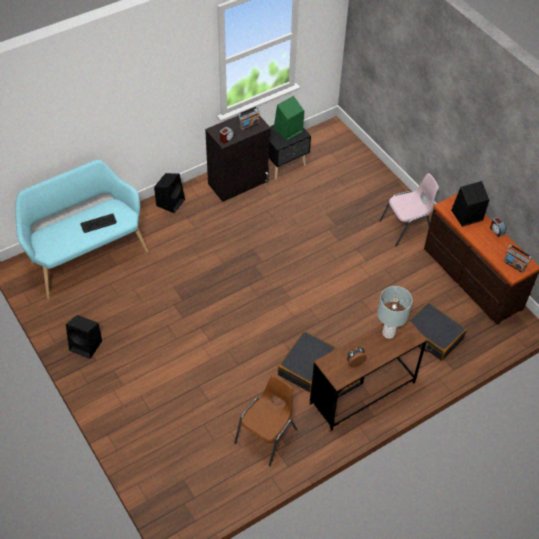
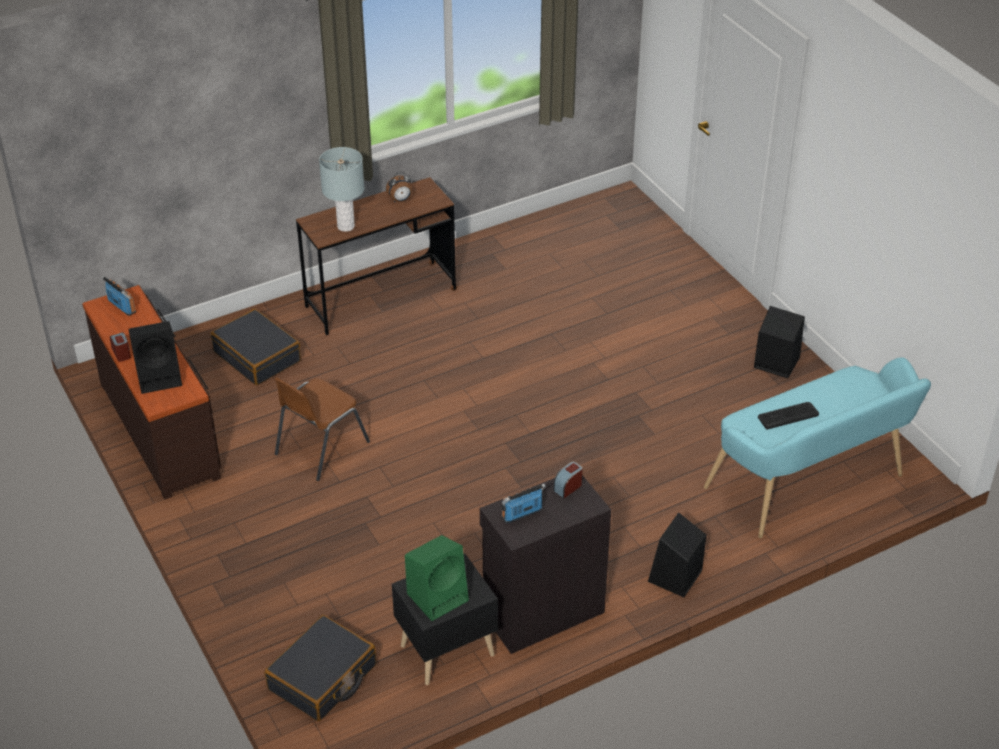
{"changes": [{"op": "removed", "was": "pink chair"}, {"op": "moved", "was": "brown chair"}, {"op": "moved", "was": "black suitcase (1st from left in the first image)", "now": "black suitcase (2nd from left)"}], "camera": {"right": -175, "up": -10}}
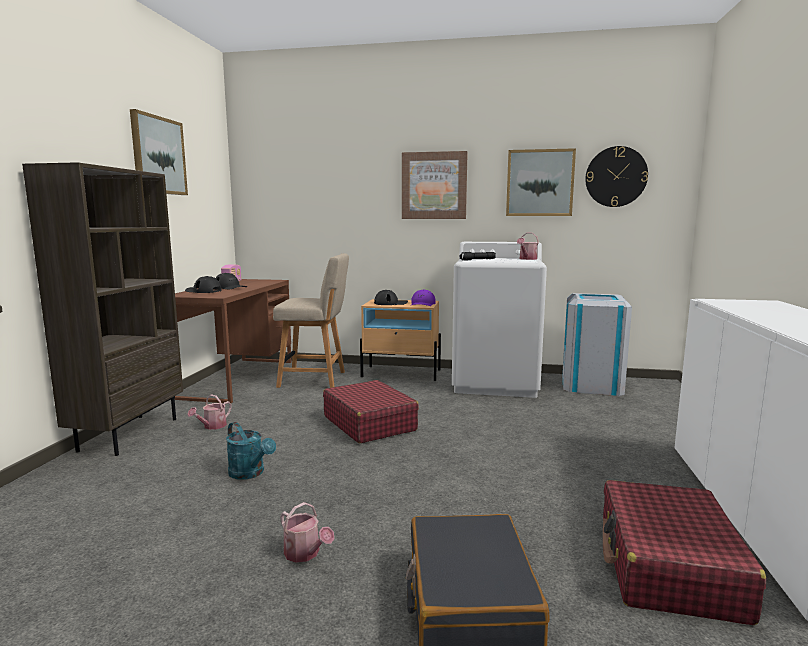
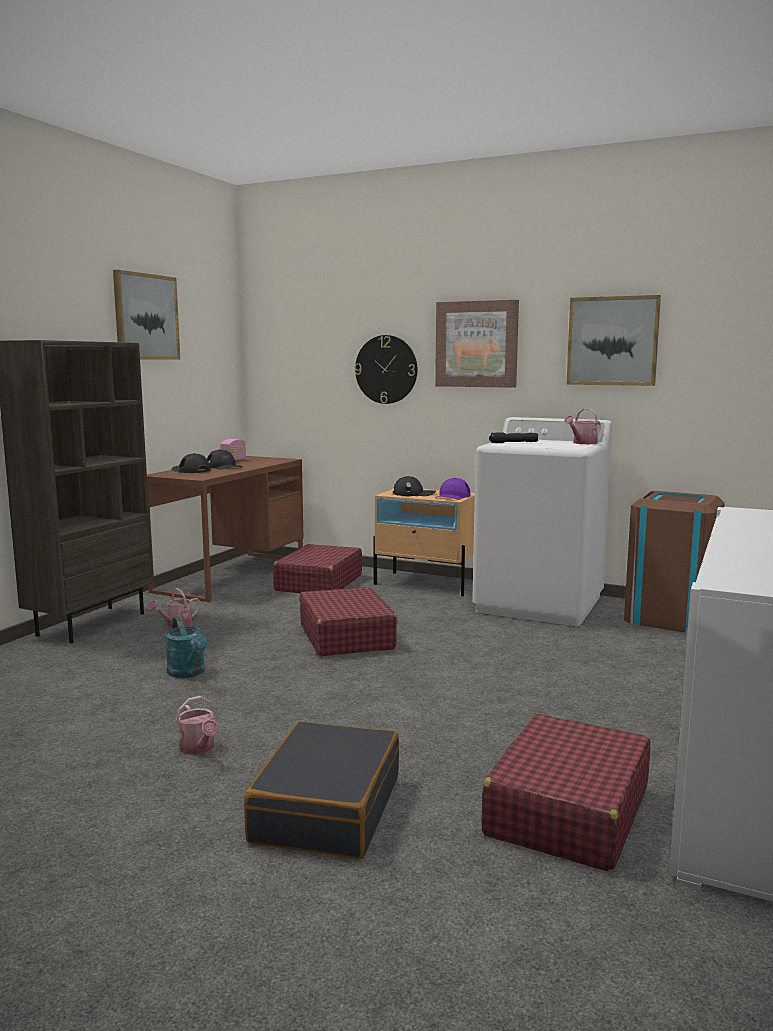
{"changes": [{"op": "moved", "was": "wall clock"}, {"op": "replaced", "was": "beige chair", "now": "red suitcase (1st from left)"}, {"op": "recoloured", "was": "grey trash can", "now": "brown trash can"}], "camera": {"right": 15, "up": 0}}
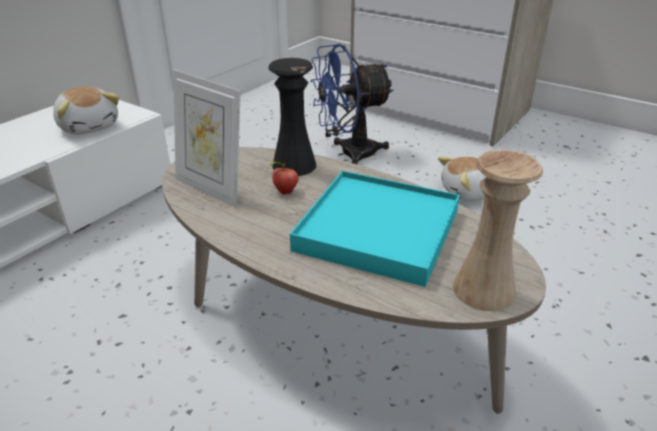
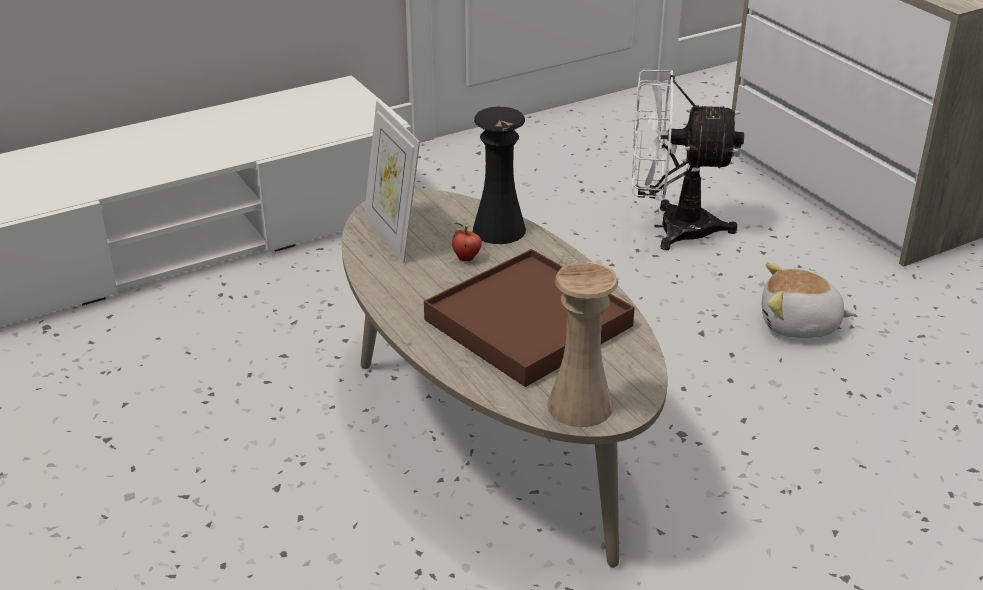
{"changes": [{"op": "removed", "was": "plush toy (1st from left)"}, {"op": "recoloured", "was": "turquoise tray", "now": "brown tray"}, {"op": "recoloured", "was": "blue fan", "now": "white fan"}], "camera": {"right": 25, "up": 0}}
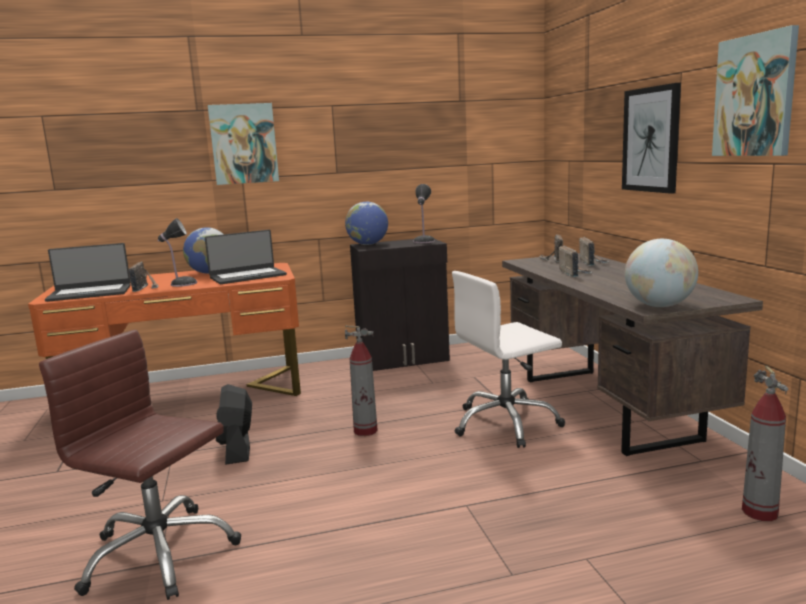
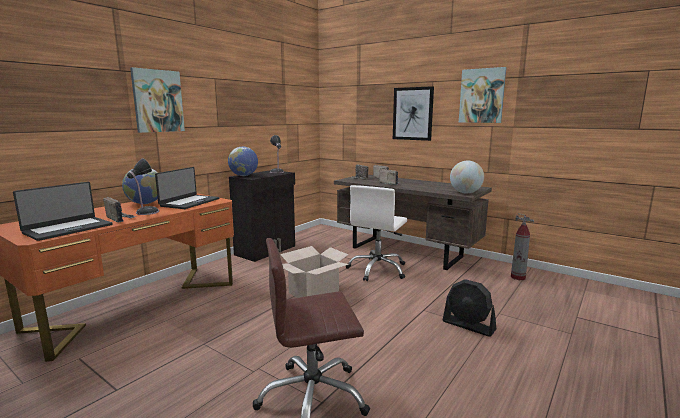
{"changes": [{"op": "moved", "was": "black fan"}, {"op": "replaced", "was": "fire extinguisher (1st from left)", "now": "cardboard box"}], "camera": {"right": -40, "up": 0}}
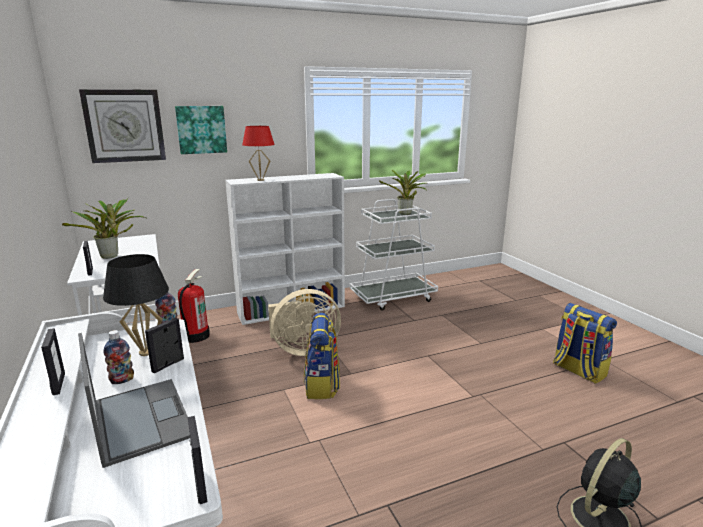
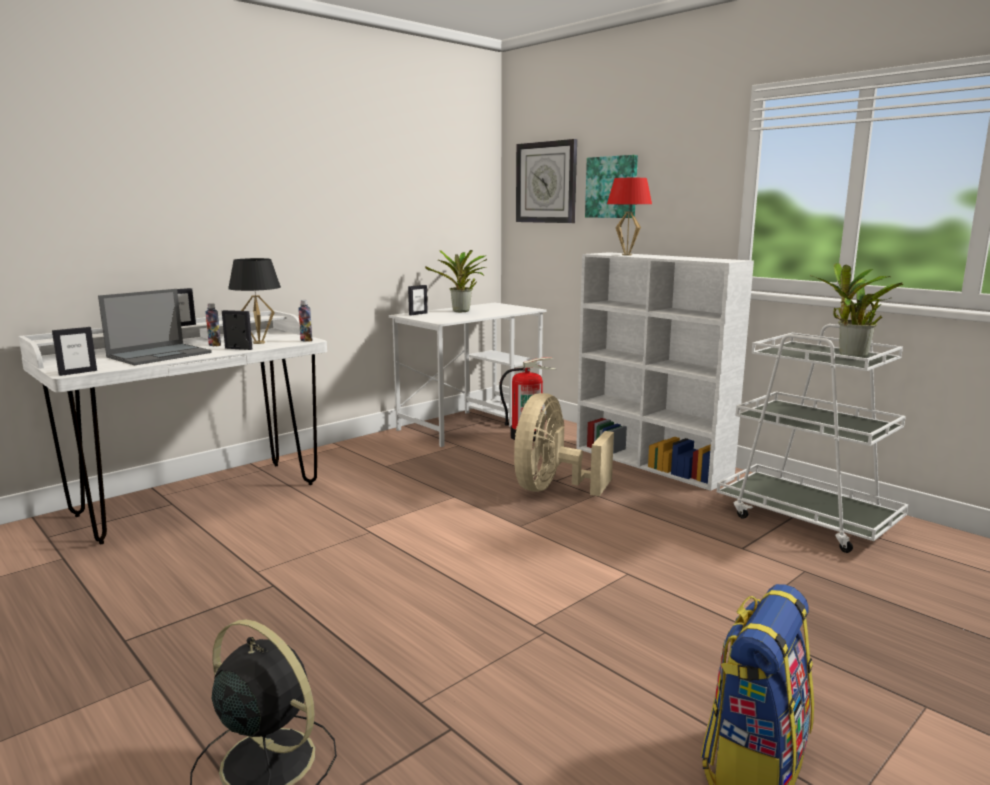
{"changes": [{"op": "removed", "was": "backpack (1st from left)"}, {"op": "turned", "was": "beige fan", "clockwise": 60}], "camera": {"right": 70, "up": -5}}
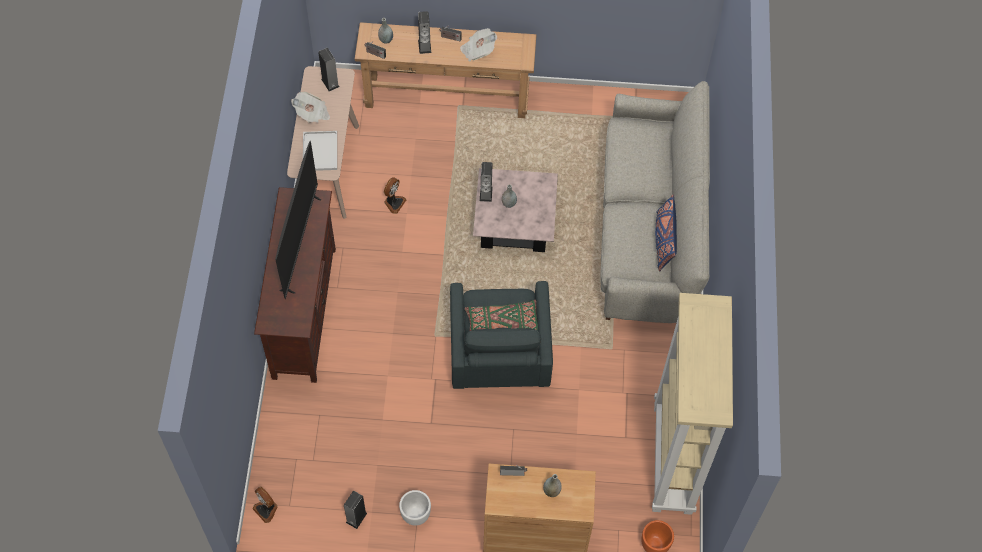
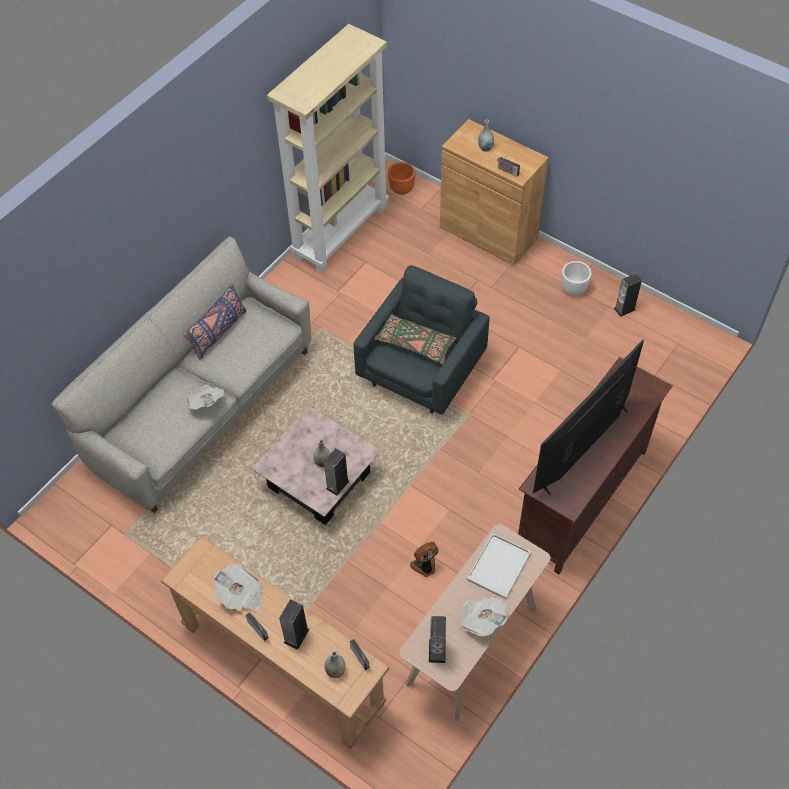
{"changes": [{"op": "removed", "was": "fan (1st from left)"}, {"op": "added", "now": "newspaper (1st from left)"}], "camera": {"right": -145, "up": -5}}
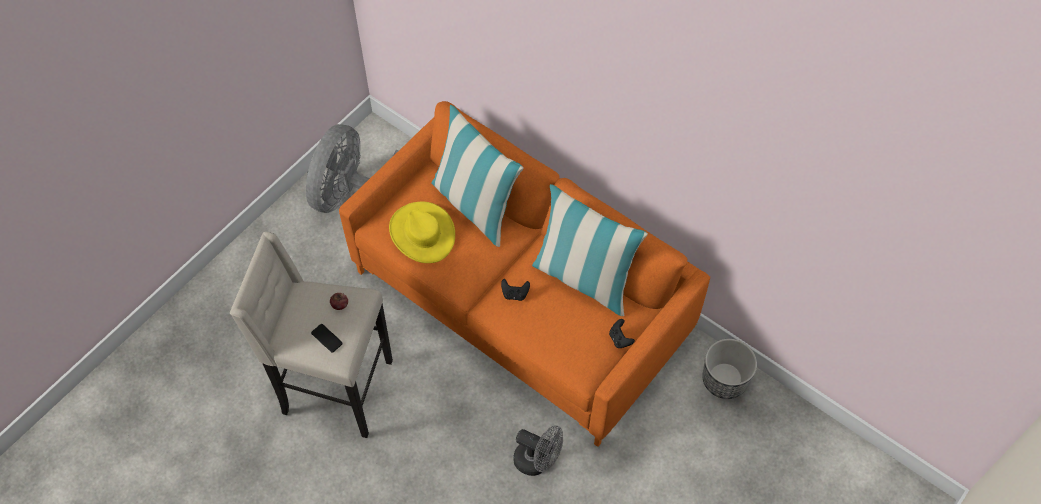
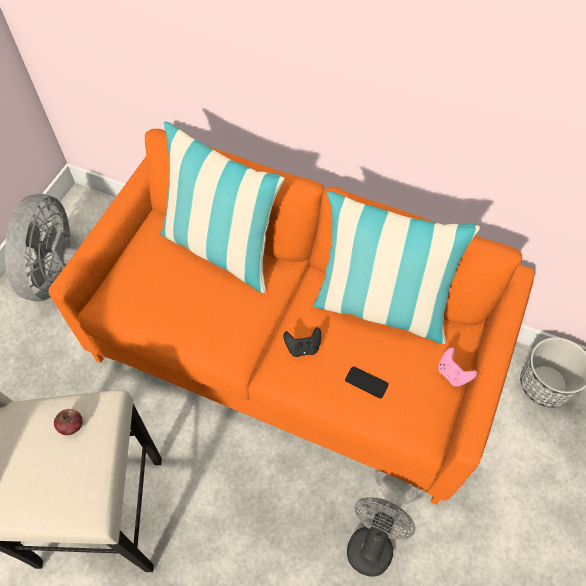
{"changes": [{"op": "removed", "was": "yellow hat"}, {"op": "moved", "was": "phone"}, {"op": "recoloured", "was": "black game controller (2nd from left)", "now": "pink game controller"}, {"op": "turned", "was": "grey fan (2nd from left)", "clockwise": -75}], "camera": {"right": -15, "up": 0}}
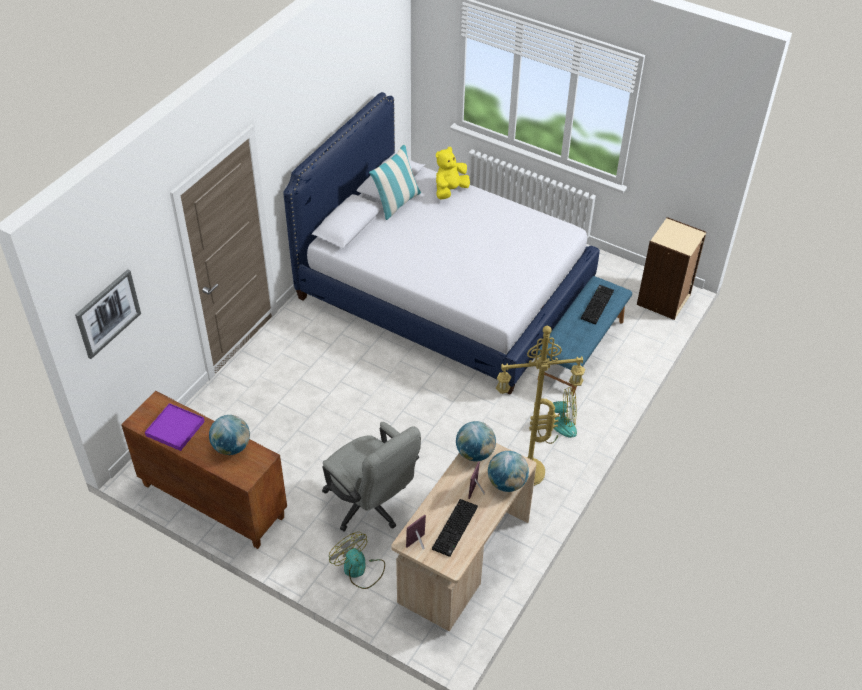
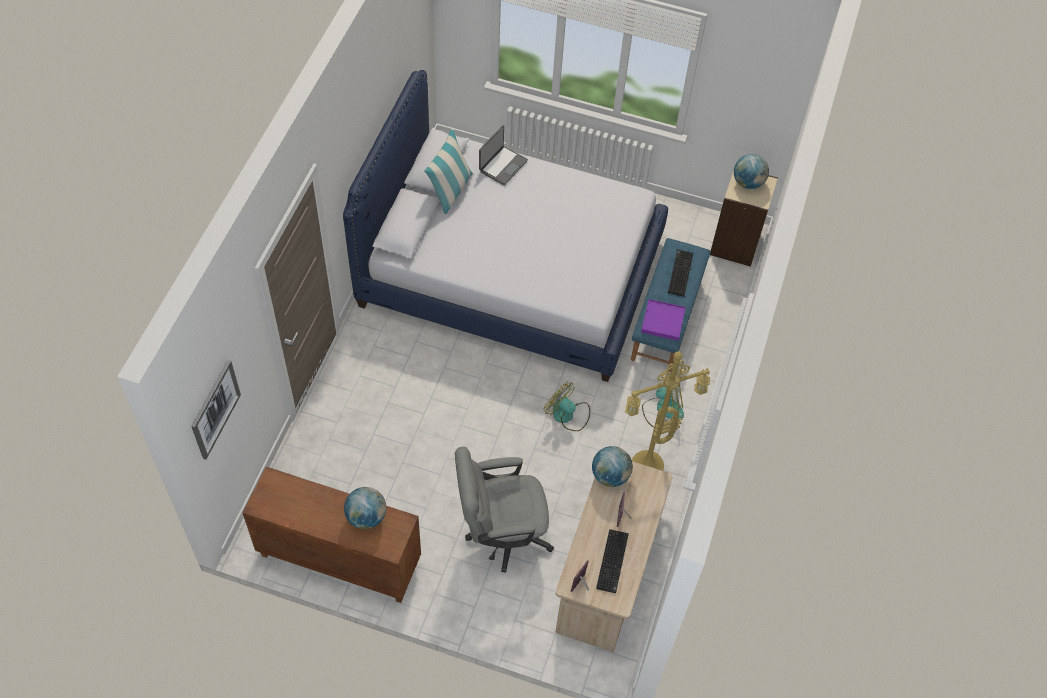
{"changes": [{"op": "moved", "was": "purple tray"}, {"op": "moved", "was": "fan (1st from left)"}, {"op": "moved", "was": "globe (3rd from left)"}, {"op": "replaced", "was": "yellow plush toy", "now": "laptop"}, {"op": "turned", "was": "grey office chair", "clockwise": 135}], "camera": {"right": -15, "up": 10}}
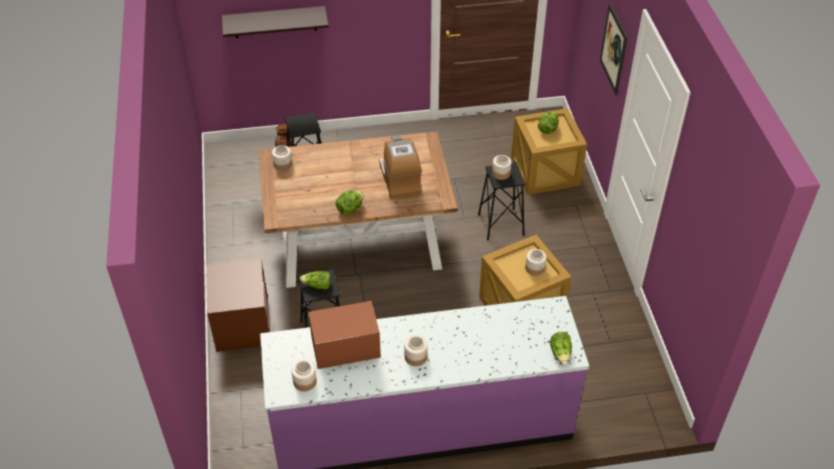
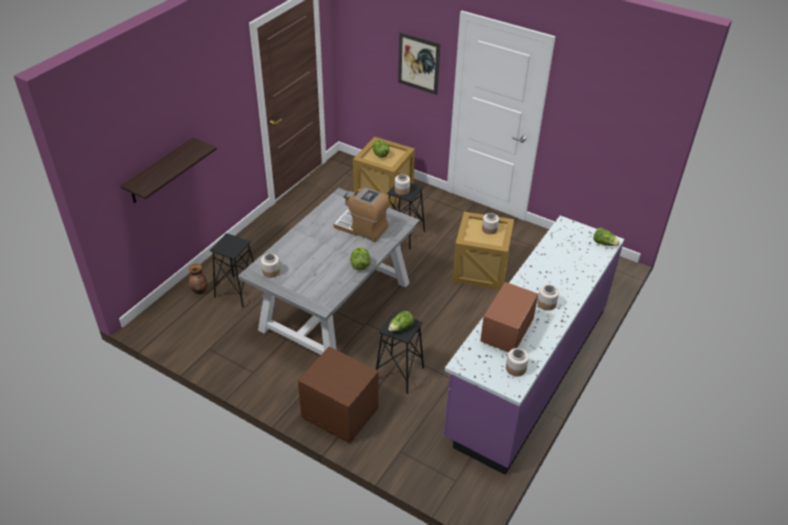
{"changes": [{"op": "recoloured", "was": "brown dining table", "now": "grey dining table"}], "camera": {"right": -50, "up": -5}}
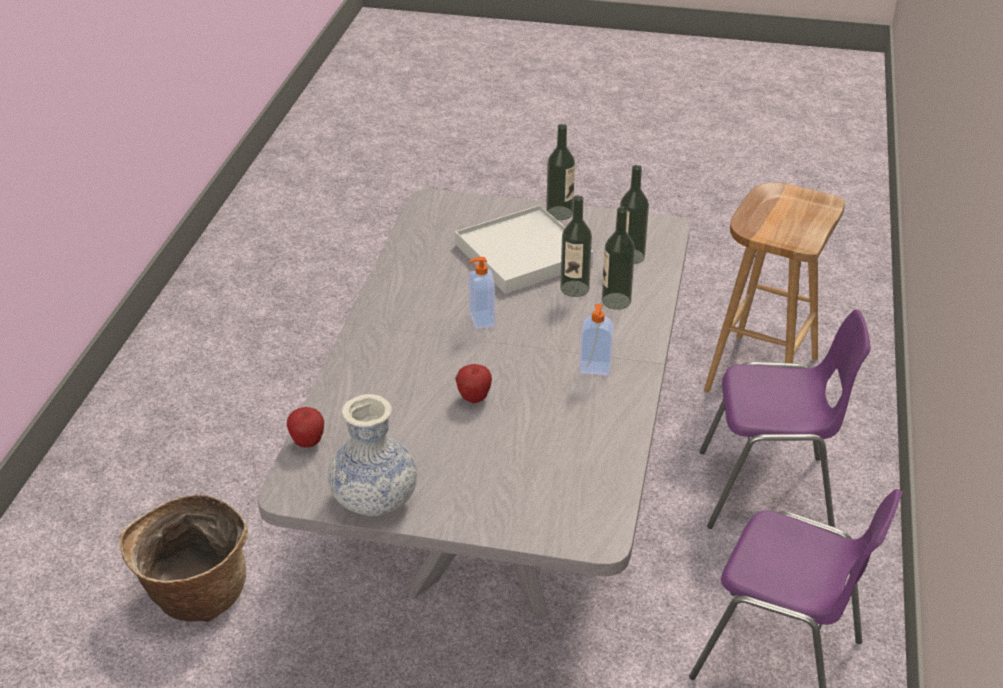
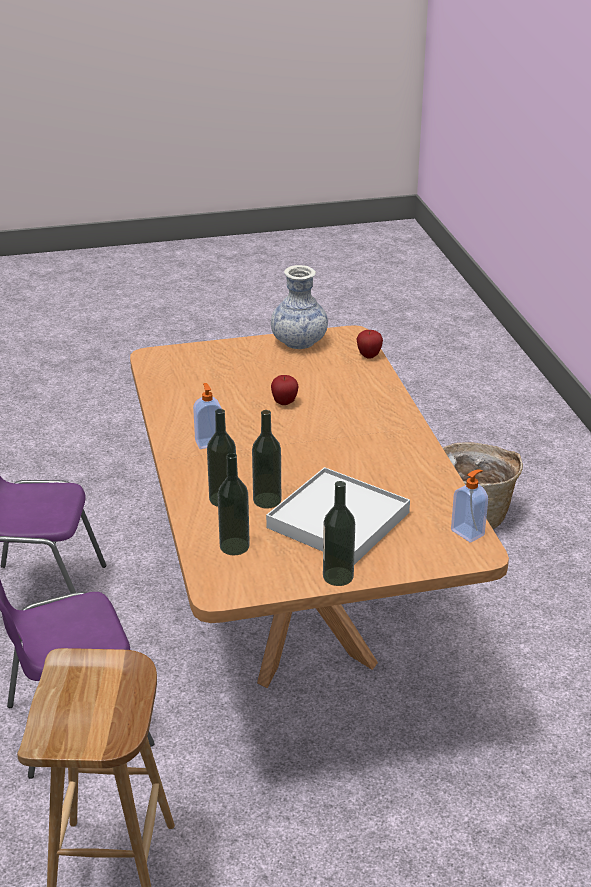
{"changes": [{"op": "moved", "was": "soap dispenser (1st from left in the first image)", "now": "soap dispenser (2nd from left)"}, {"op": "recoloured", "was": "grey dining table", "now": "brown dining table"}], "camera": {"right": 155, "up": -5}}
